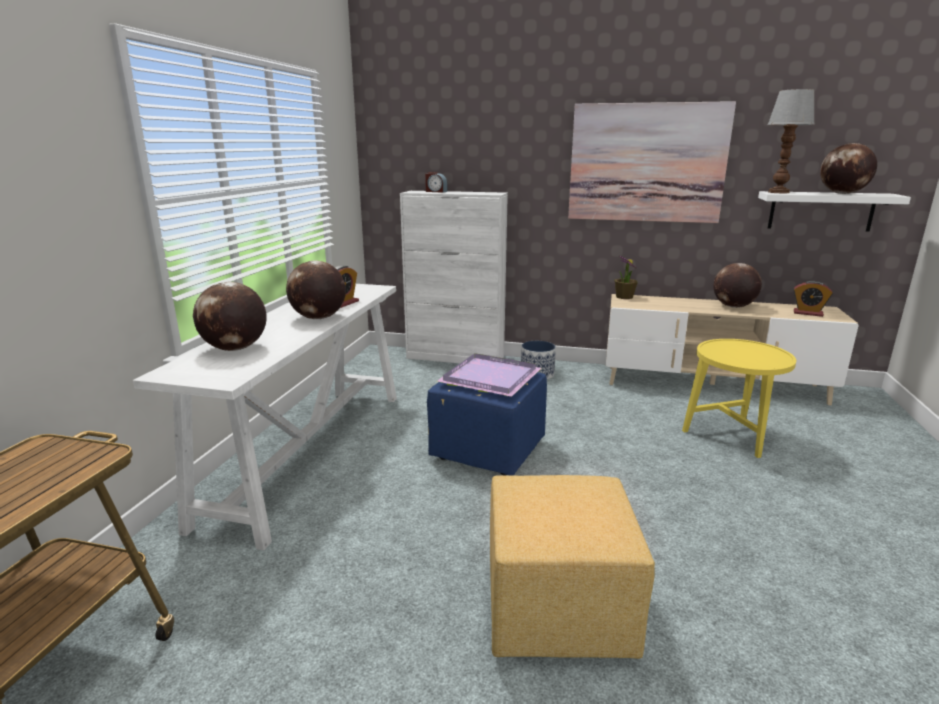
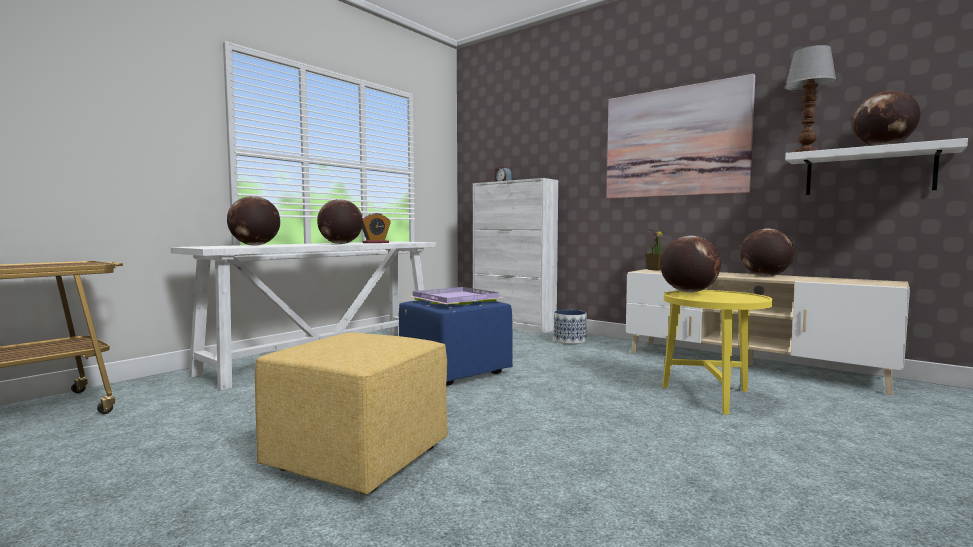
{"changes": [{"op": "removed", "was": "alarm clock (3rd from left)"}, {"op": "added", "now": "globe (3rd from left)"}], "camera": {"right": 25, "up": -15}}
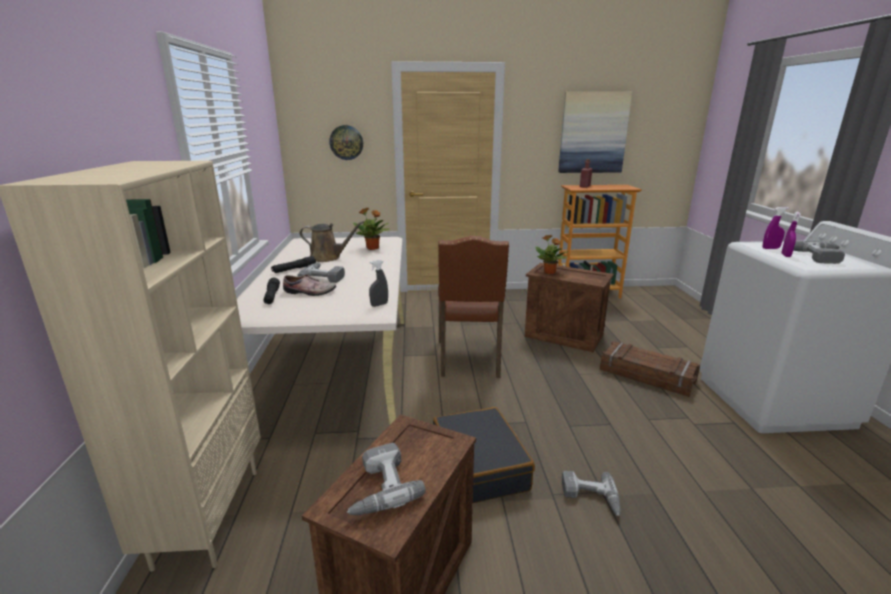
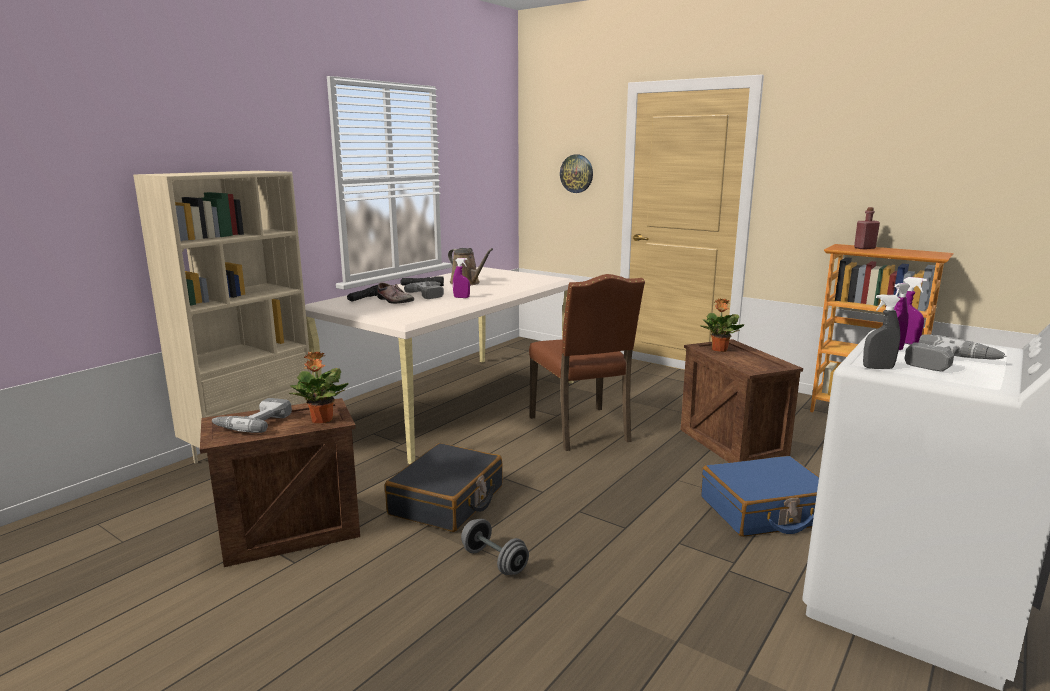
{"changes": [{"op": "removed", "was": "picture"}, {"op": "added", "now": "purple spray bottle (1st from left)"}, {"op": "moved", "was": "potted plant (1st from left)"}, {"op": "moved", "was": "grey spray bottle"}, {"op": "replaced", "was": "power drill (3rd from left)", "now": "grey dumbbell"}, {"op": "replaced", "was": "crate (3rd from left)", "now": "blue suitcase"}, {"op": "turned", "was": "brown chair", "clockwise": -60}], "camera": {"right": 40, "up": -5}}
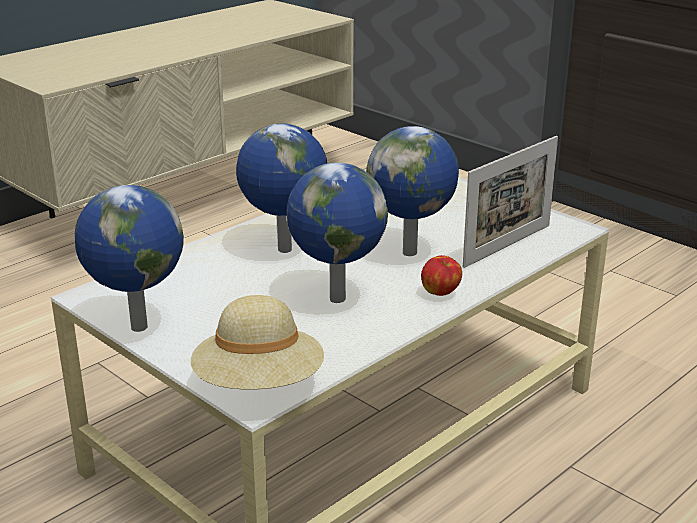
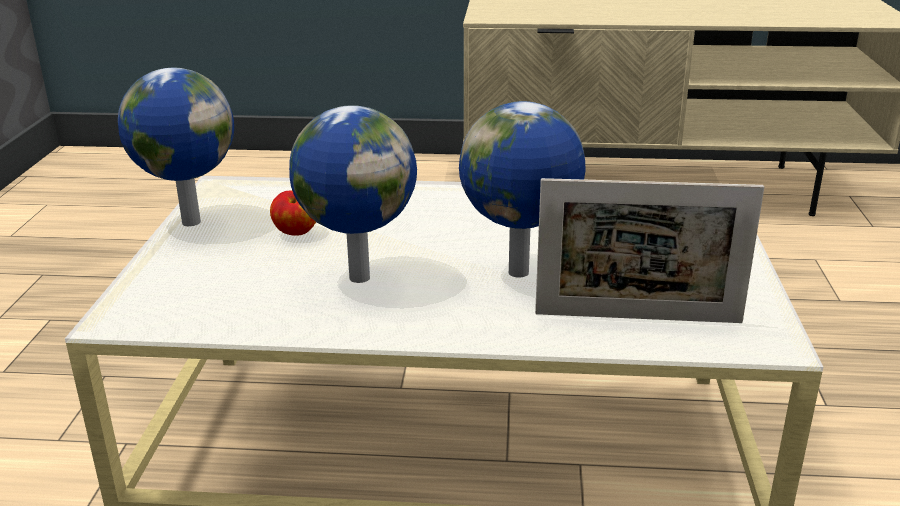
{"changes": [{"op": "removed", "was": "beige hat"}, {"op": "removed", "was": "globe (2nd from left)"}, {"op": "moved", "was": "apple"}], "camera": {"right": 50, "up": 0}}
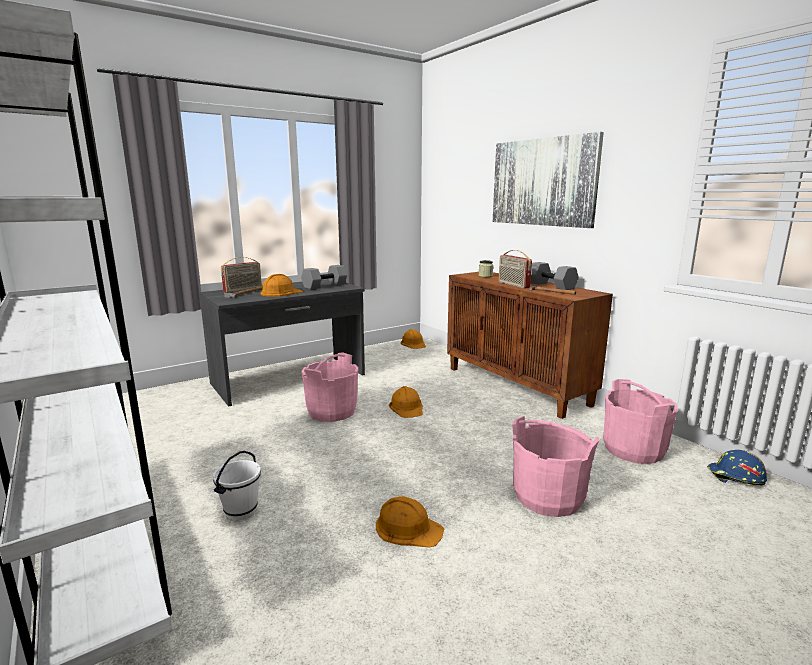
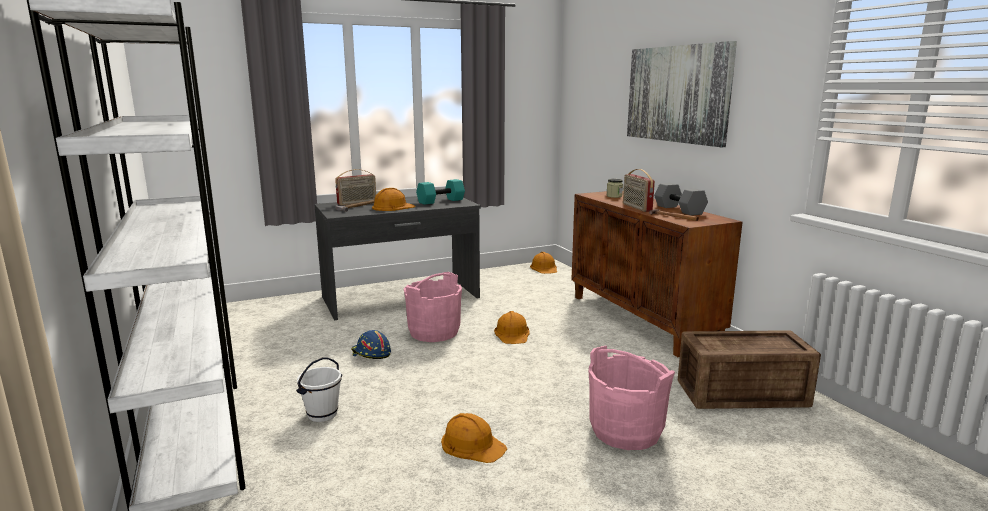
{"changes": [{"op": "moved", "was": "blue hard hat"}, {"op": "replaced", "was": "pink bucket (3rd from left)", "now": "crate"}, {"op": "recoloured", "was": "grey dumbbell (1st from left)", "now": "turquoise dumbbell"}], "camera": {"right": 10, "up": 0}}
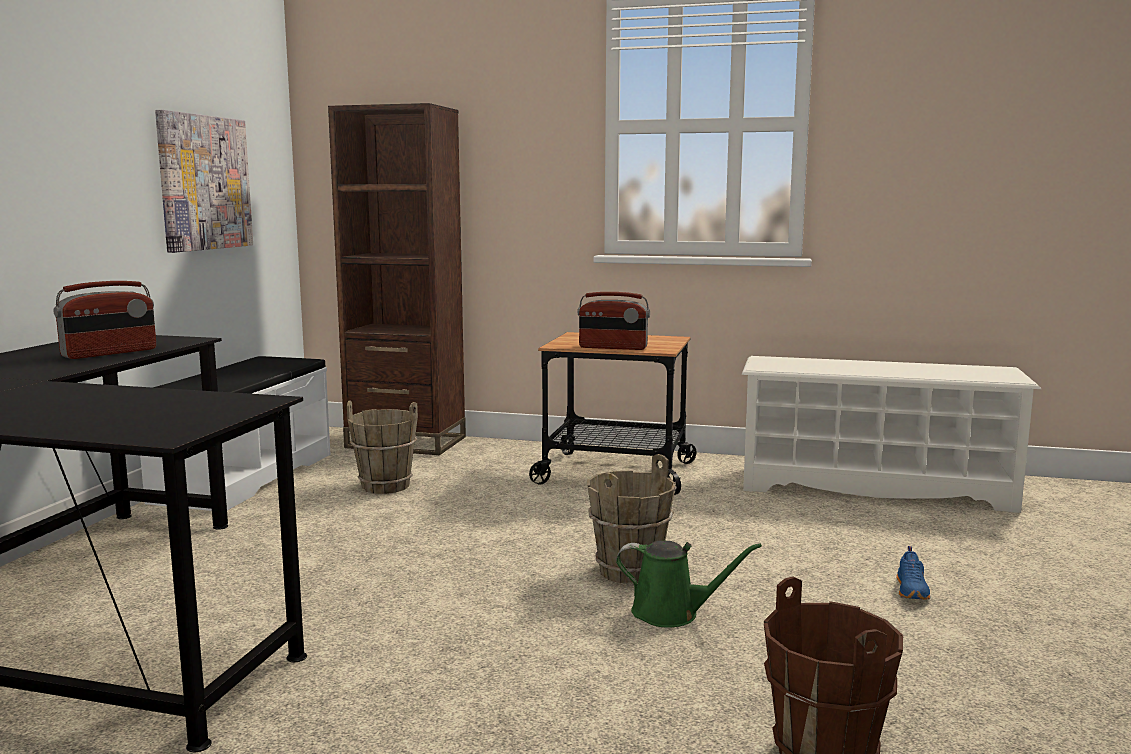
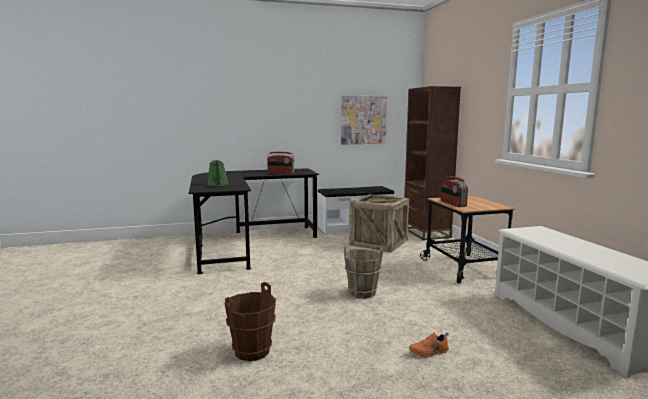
{"changes": [{"op": "moved", "was": "green watering can"}, {"op": "replaced", "was": "brown bucket (1st from left)", "now": "crate"}, {"op": "recoloured", "was": "blue shoe", "now": "orange shoe"}], "camera": {"right": 60, "up": 0}}
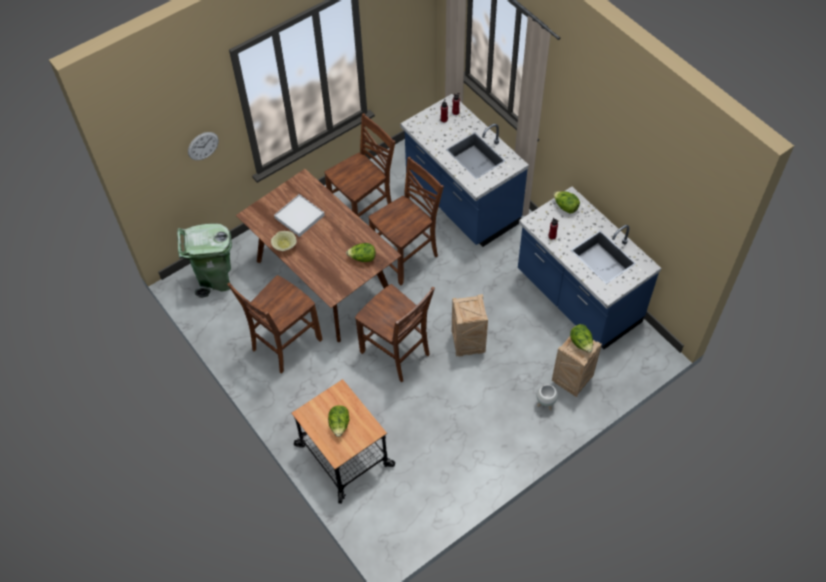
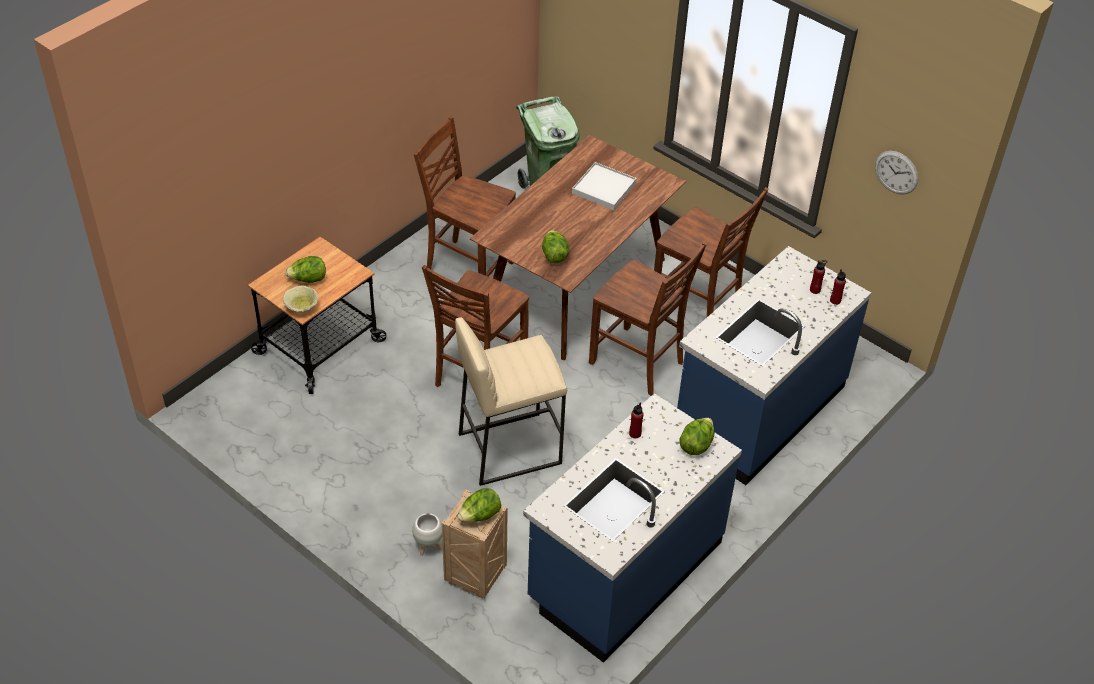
{"changes": [{"op": "moved", "was": "wall clock"}, {"op": "moved", "was": "beige bowl"}, {"op": "replaced", "was": "crate (1st from left)", "now": "beige stool"}], "camera": {"right": 75, "up": -10}}
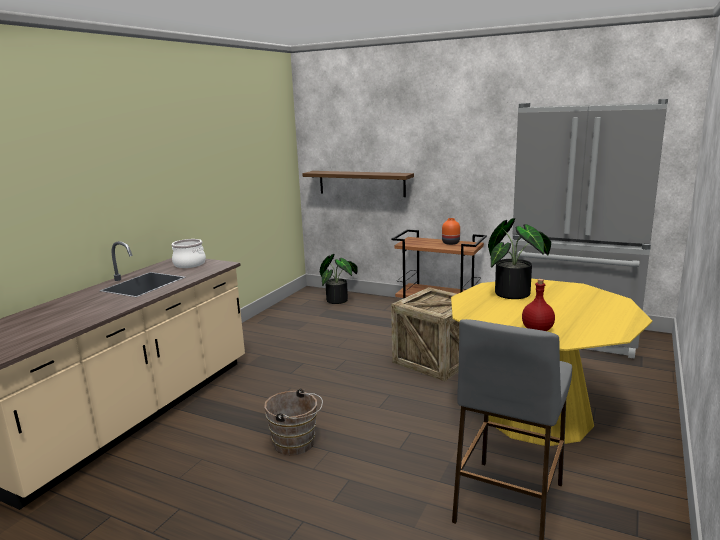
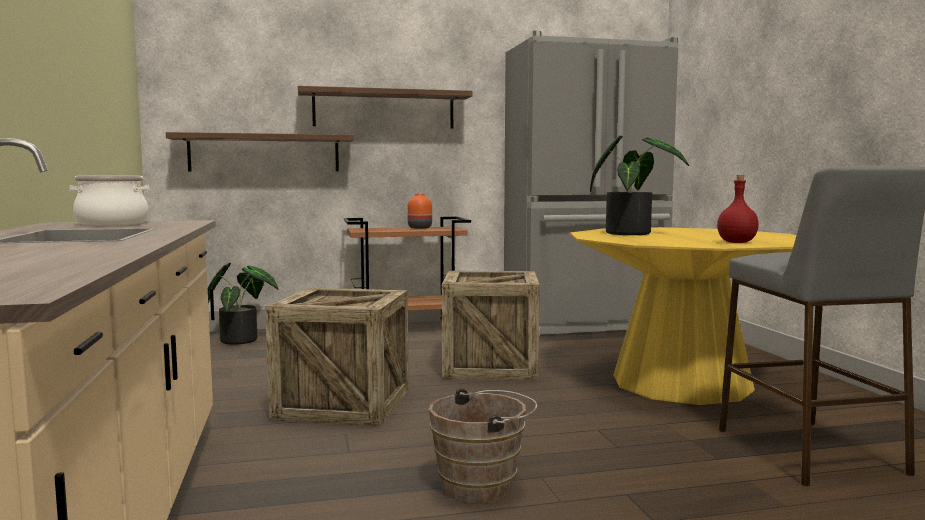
{"changes": [{"op": "added", "now": "crate (1st from left)"}, {"op": "added", "now": "shelf (2nd from left)"}], "camera": {"right": -40, "up": -10}}
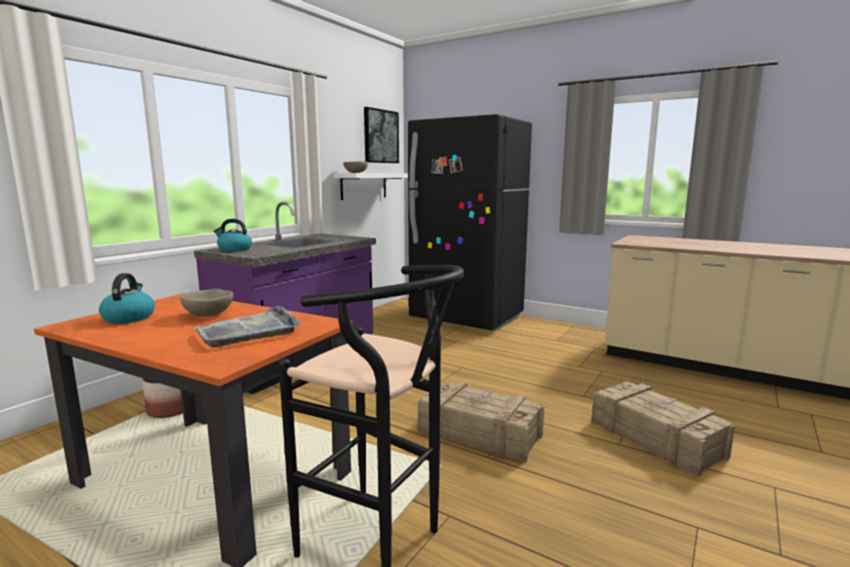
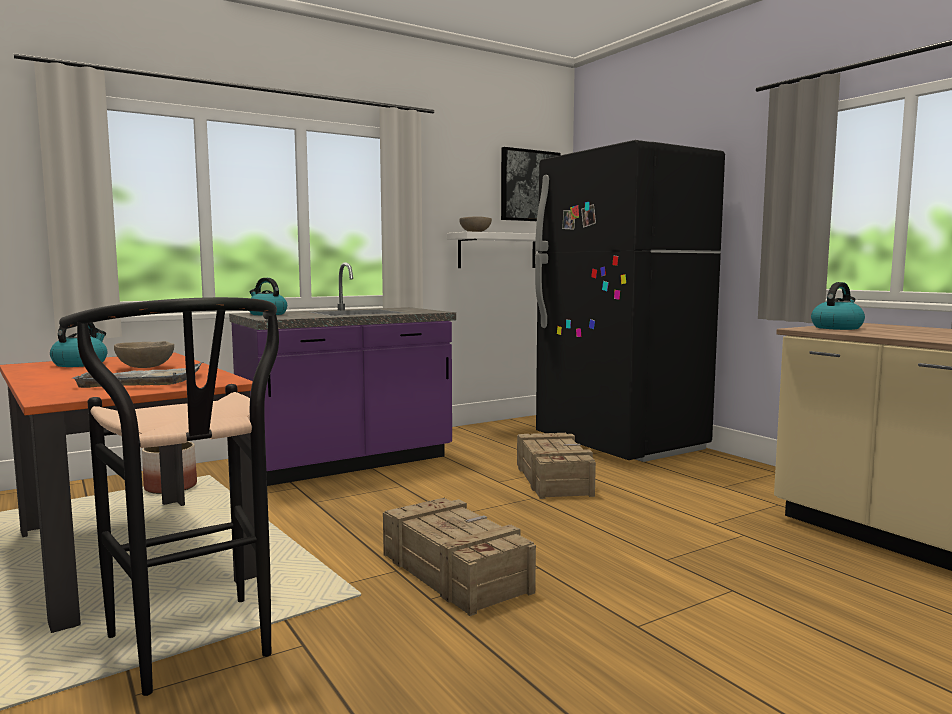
{"changes": [{"op": "added", "now": "kettle (3rd from left)"}, {"op": "moved", "was": "crate (2nd from left)"}], "camera": {"right": 25, "up": -5}}
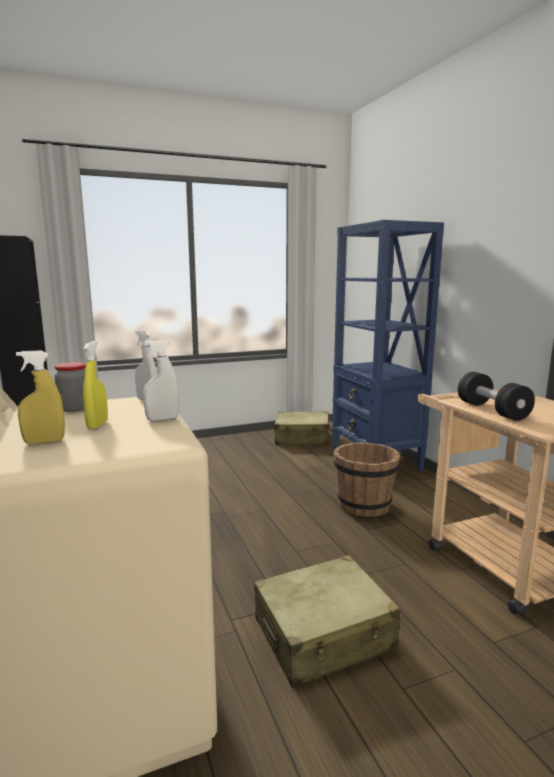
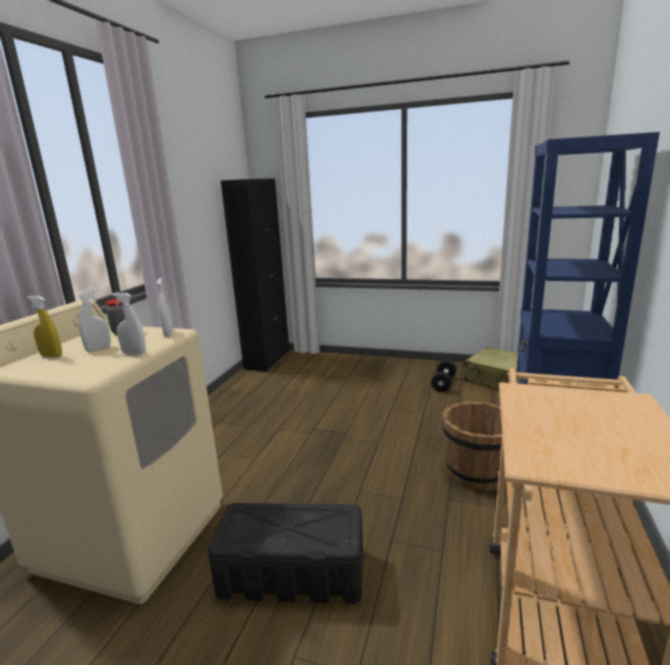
{"changes": [{"op": "moved", "was": "black dumbbell"}, {"op": "replaced", "was": "beige suitcase (2nd from left)", "now": "black storage box"}, {"op": "recoloured", "was": "yellow spray bottle (2nd from left)", "now": "white spray bottle (1st from left)"}], "camera": {"right": 40, "up": 5}}
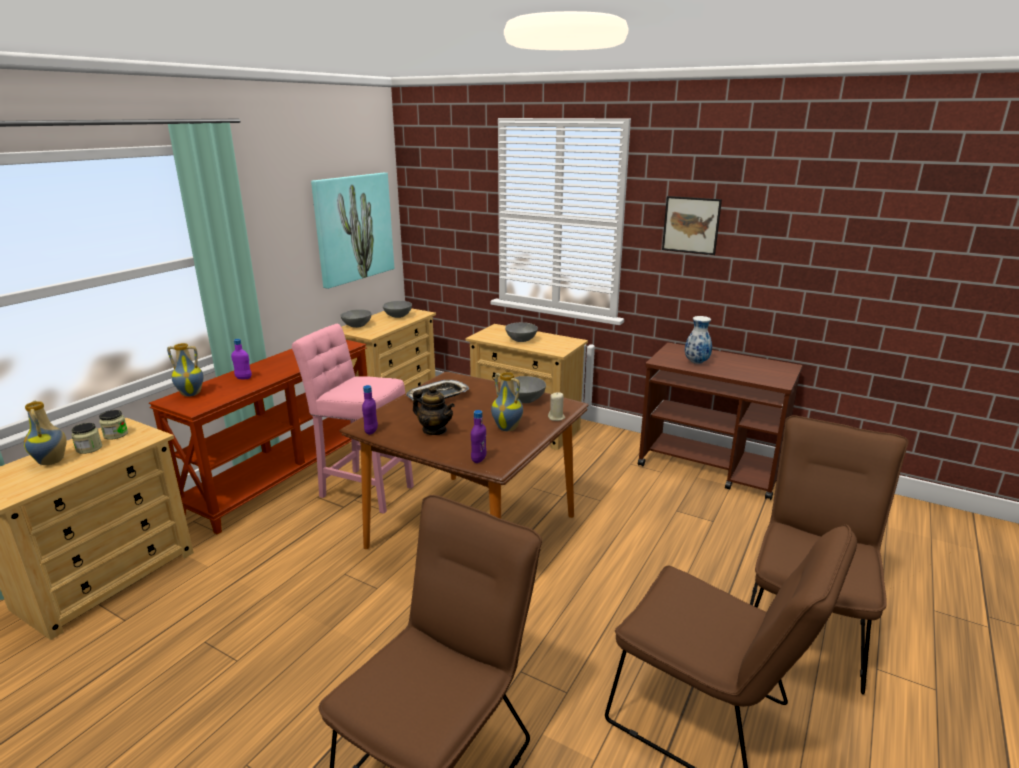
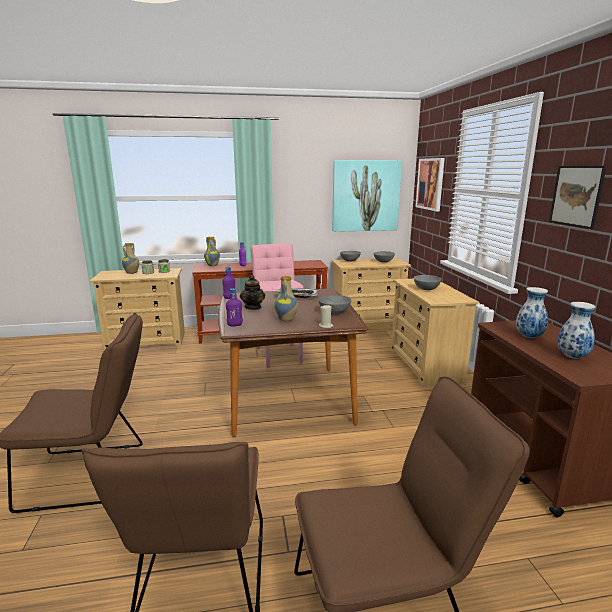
{"changes": [{"op": "added", "now": "picture (2nd from left)"}, {"op": "added", "now": "vase (5th from left)"}], "camera": {"right": 50, "up": -5}}
